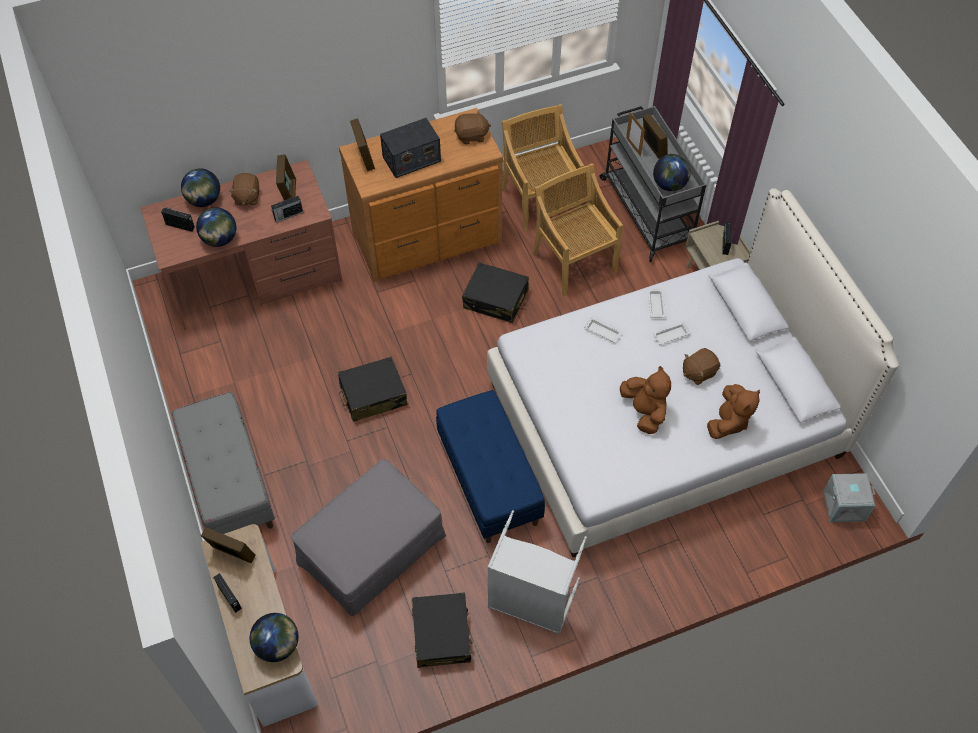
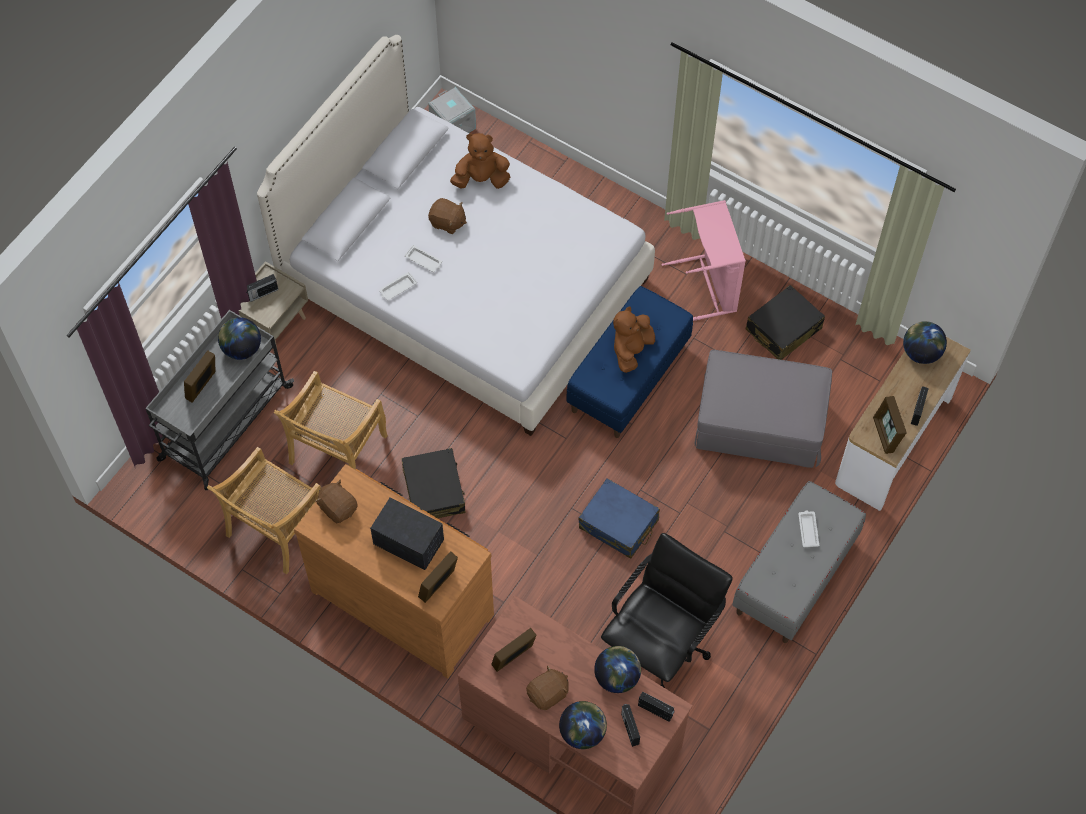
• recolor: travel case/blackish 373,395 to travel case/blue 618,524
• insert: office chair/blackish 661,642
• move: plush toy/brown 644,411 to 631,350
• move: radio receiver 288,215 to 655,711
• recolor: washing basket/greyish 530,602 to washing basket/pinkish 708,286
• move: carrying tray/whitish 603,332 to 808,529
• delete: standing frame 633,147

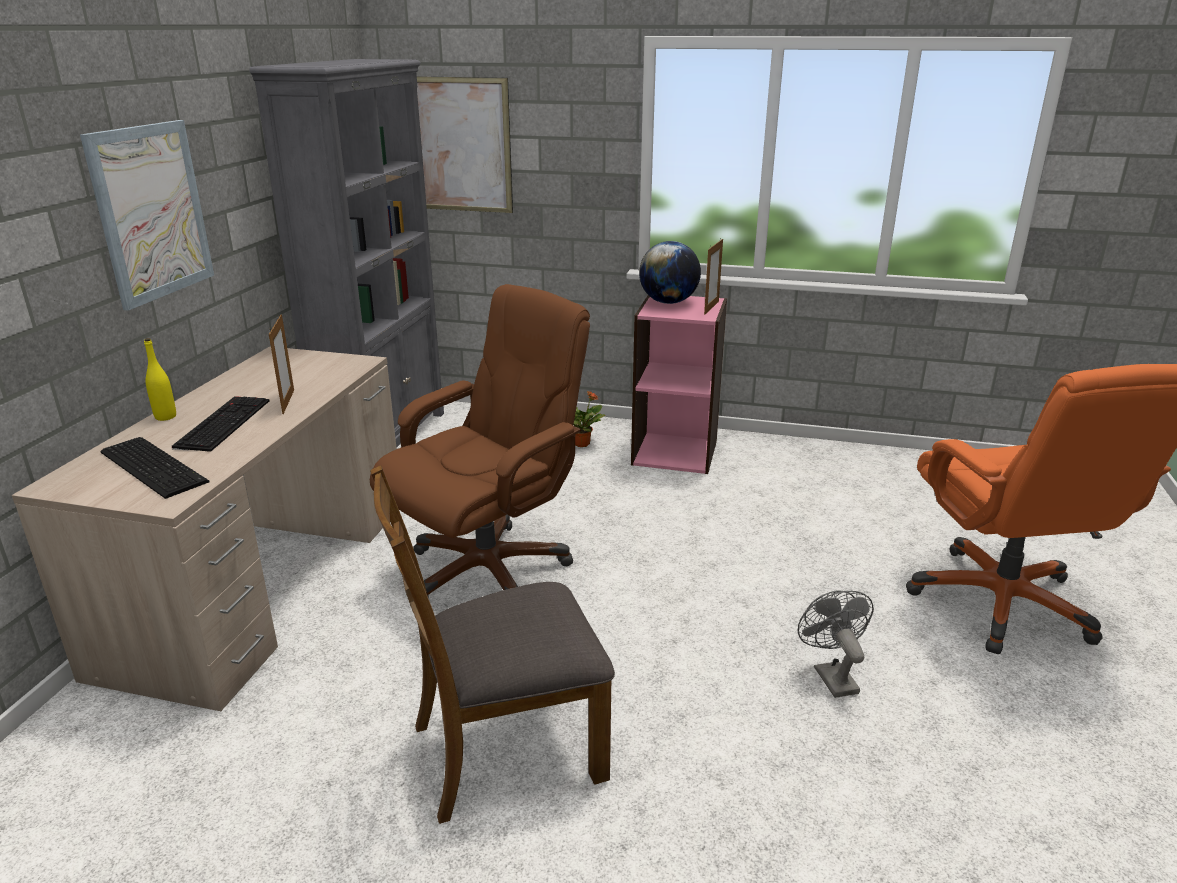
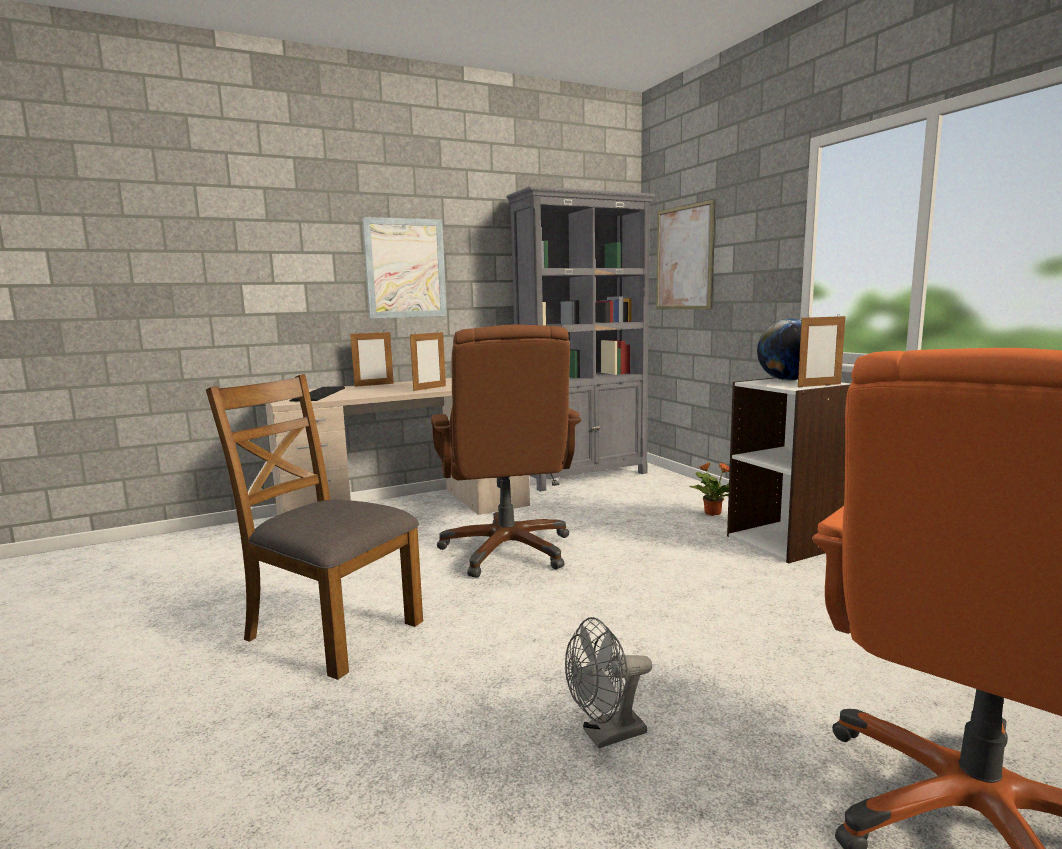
• replace: bottle/yellow 165,417 to standing frame 374,385
• rotate: office chair/brown 488,570 = 507,550 75 degrees clockwise
• rotate: electric fan/greyish 831,675 = 606,735 150 degrees counterclockwise
• recolor: bookcase/pinkish 675,452 to bookcase/whitish 785,541
• delete: keyboard 222,423

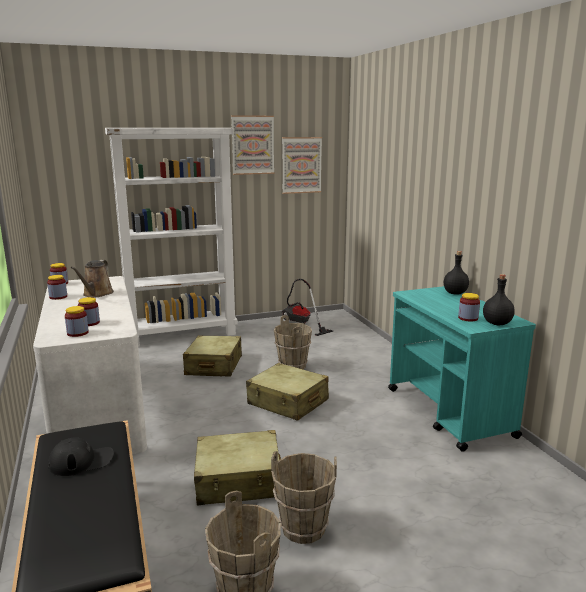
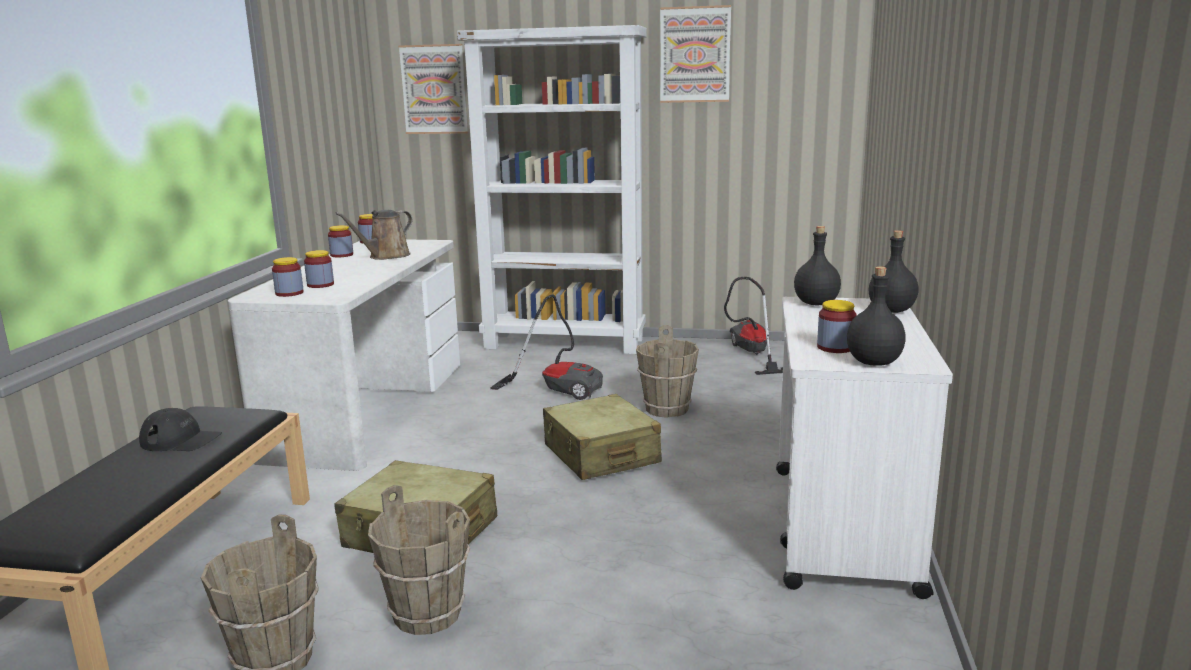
• move: wall picture 301,165 to 434,89
• replace: travel case/beige 214,366 to vacuum cleaner 558,389
• recolor: wheeled cart/turquoise-coloured 449,413 to wheeled cart/whitish 842,528
• insert: bottle/blackish 817,303

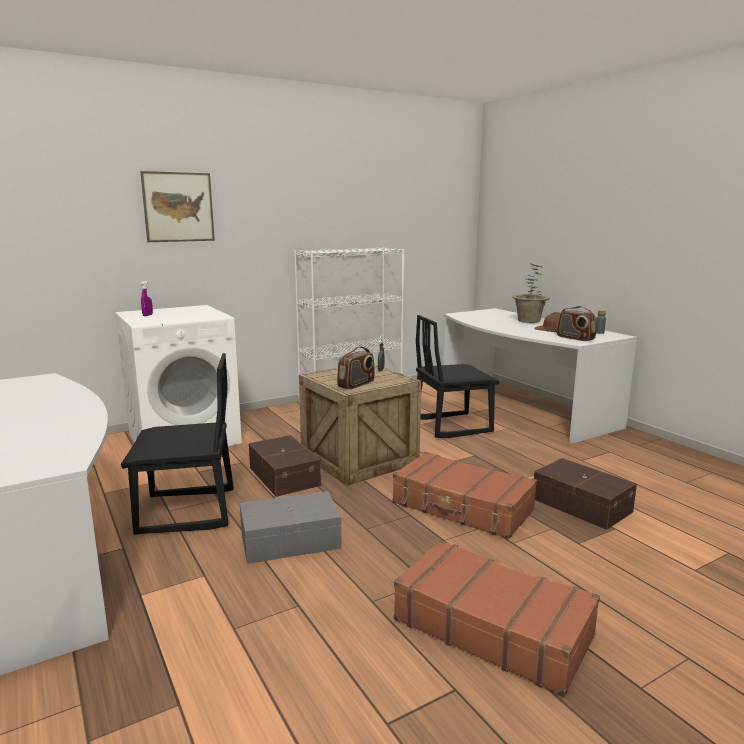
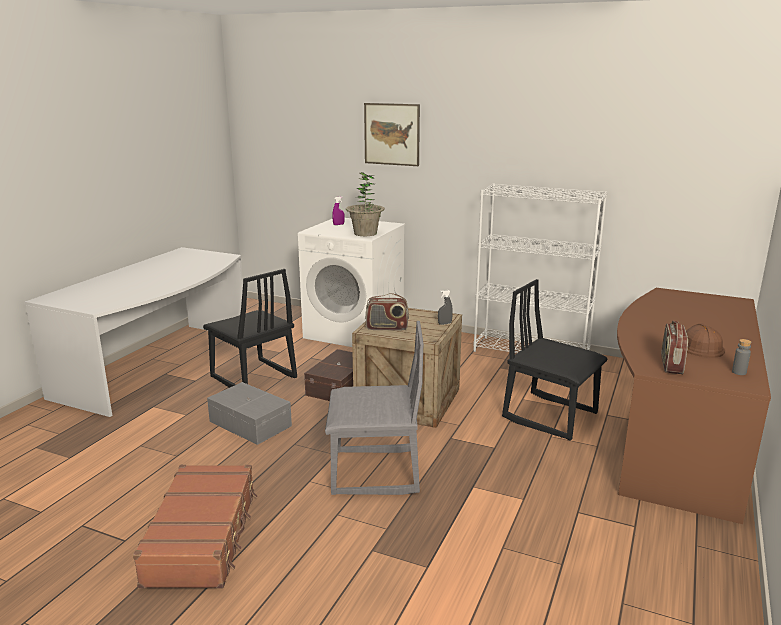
• replace: travel case/brown 462,507 to upright chair/greyish 375,472
• move: houseplant 529,321 to 365,233
• recolor: desk table/whitish 520,408 to desk table/brown 675,437
• delete: storage bin/brown 581,504

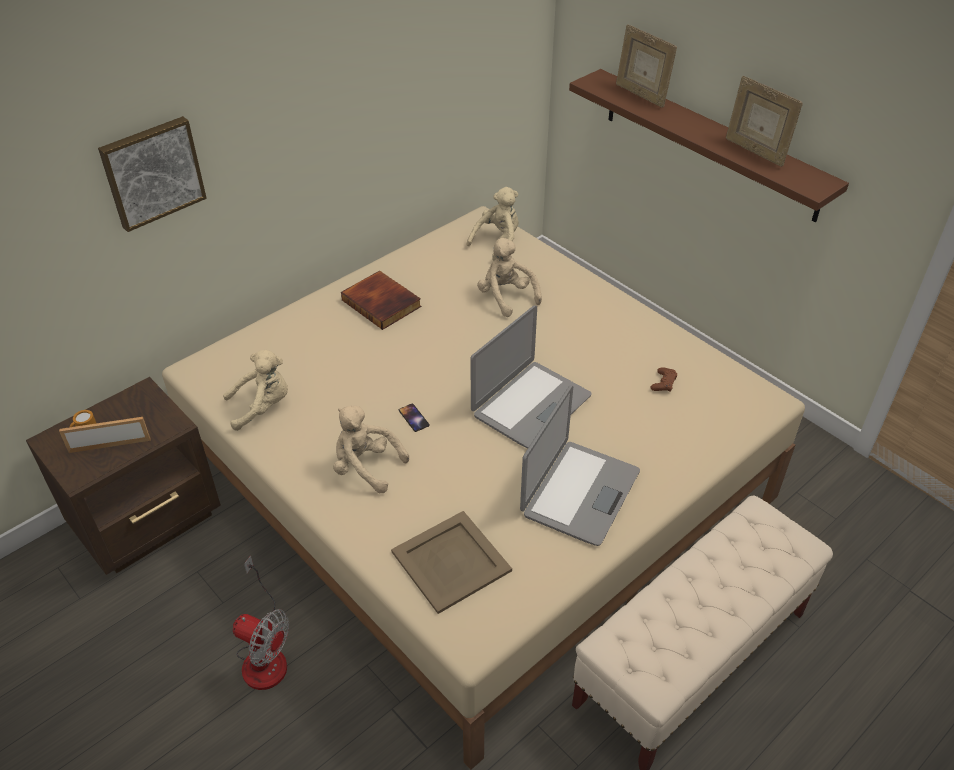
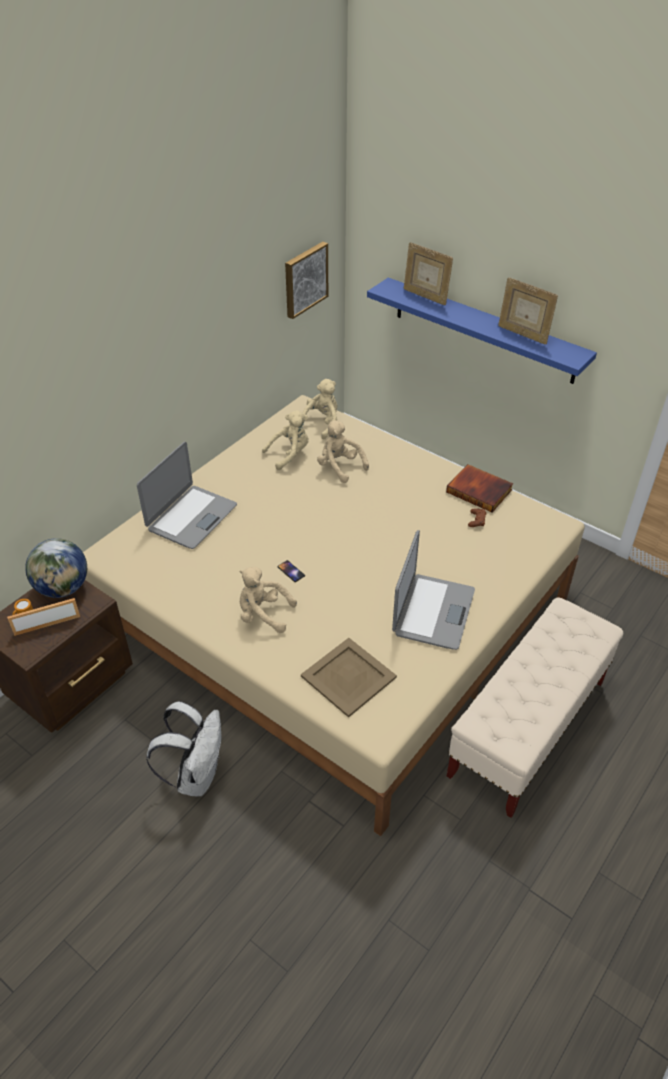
• insert: world globe 63,588
• move: notebook computer 530,405 to 191,517
• replace: electric fan 263,653 to rucksack/whitish 196,775
• move: plush toy/beige 262,407 to 290,454
• move: wall picture 152,172 to 304,279
• recolor: wall shelf/brown 709,144 to wall shelf/blue 483,330
• move: volume 383,303 to 480,490

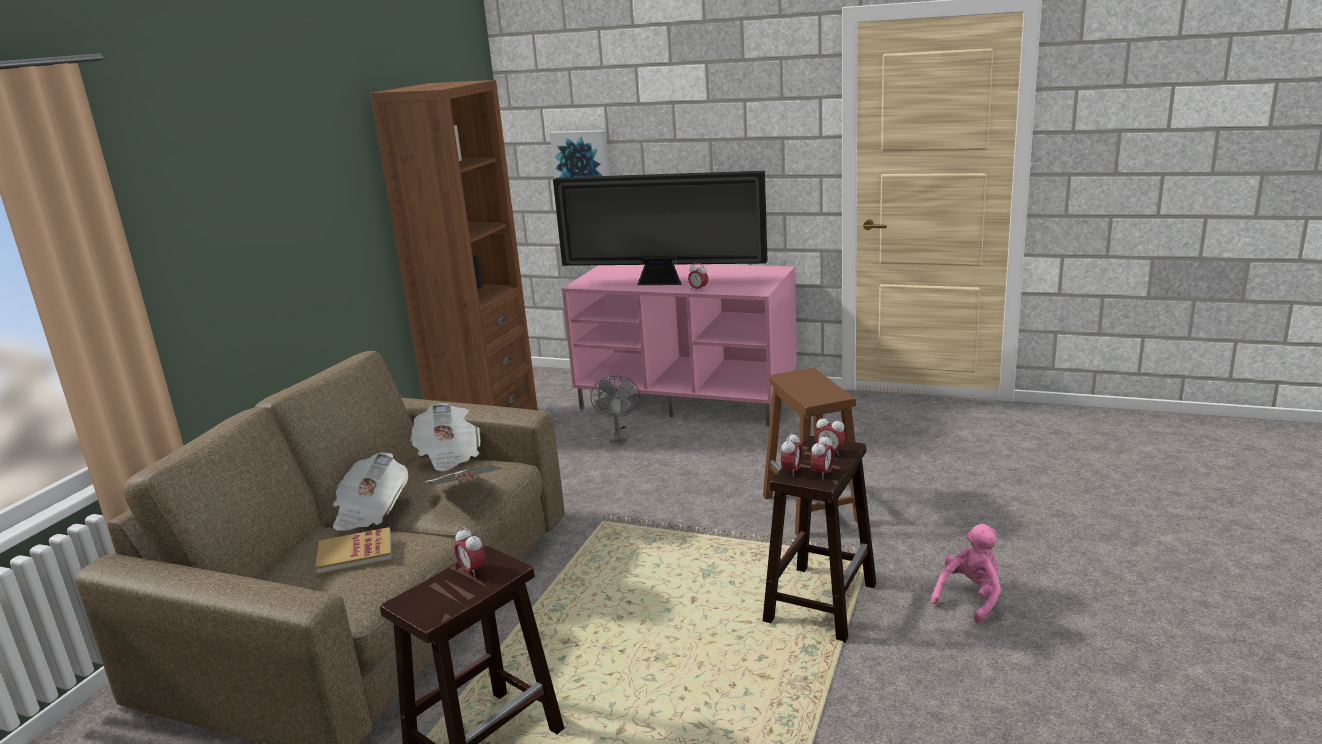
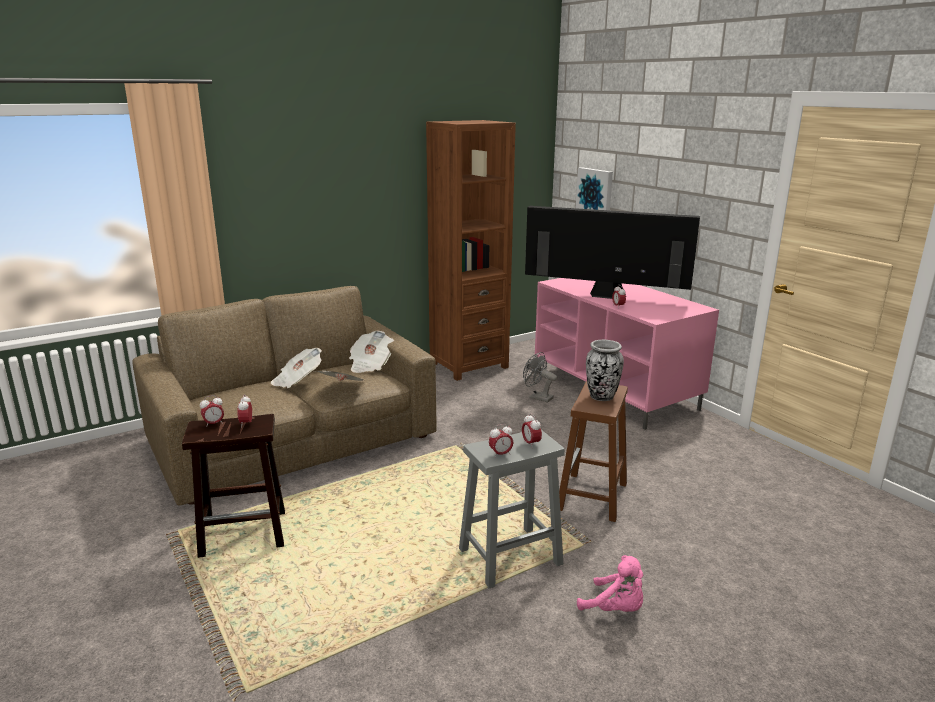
• move: table clock 791,471 to 214,424
• recolor: stool seat/brown 821,601 to stool seat/greyish 511,556
• rotate: electric fan/greyish 618,434 = 537,397 90 degrees counterclockwise
• rotate: TV set 664,283 = 604,296 150 degrees clockwise
• rotate: plush toy/pinkish 971,598 = 615,609 45 degrees clockwise
• insert: flower vase 601,397
• delete: volume 355,554

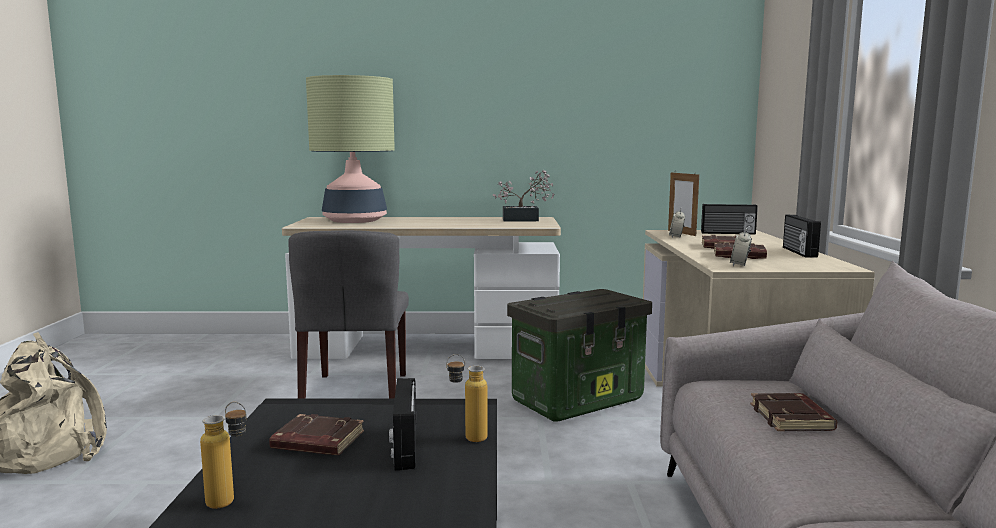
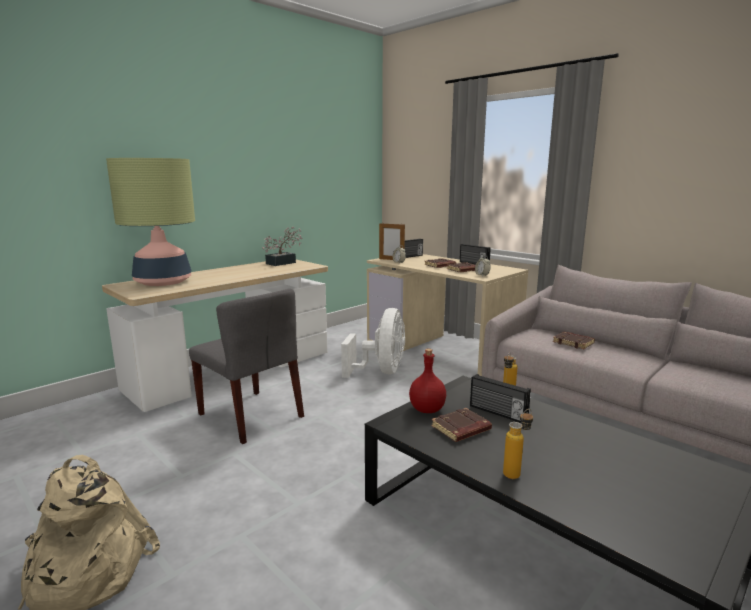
• replace: storage bin 578,400 to electric fan/whitish 381,371
• insert: bottle/red 426,409

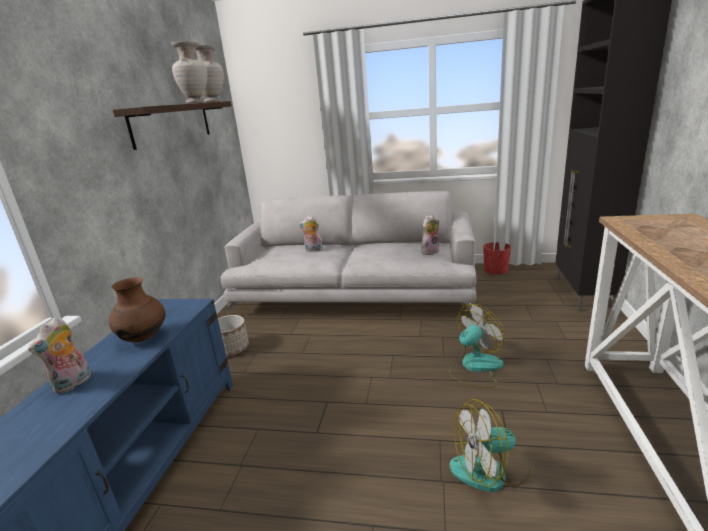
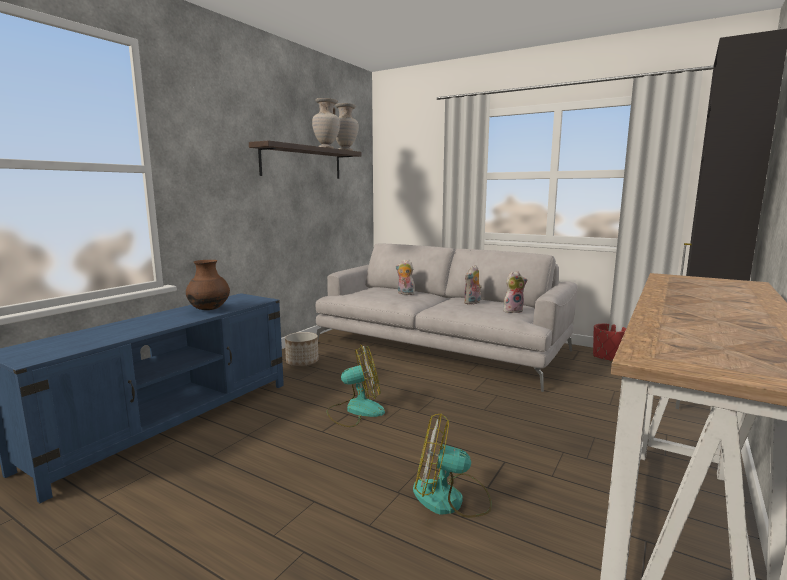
• move: electric fan 475,367 to 355,410
• move: plush toy 73,384 to 472,303

